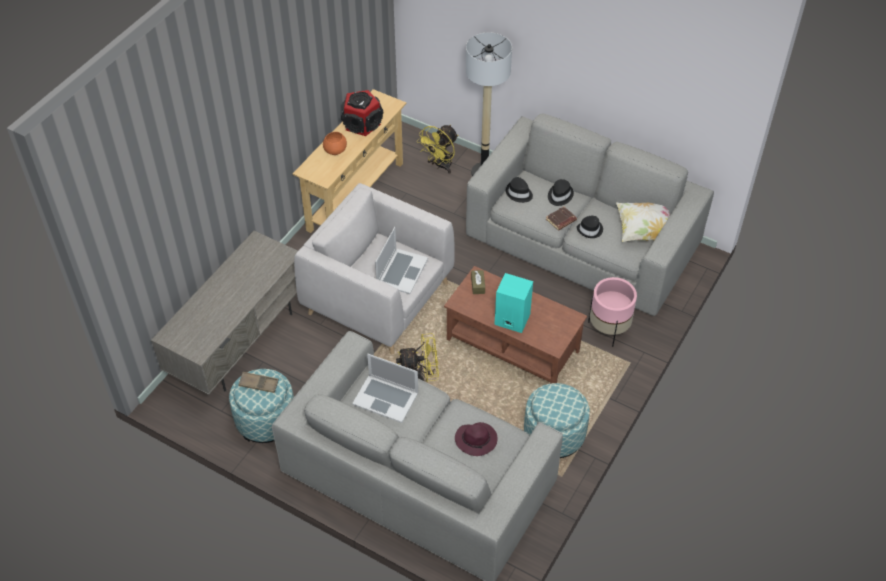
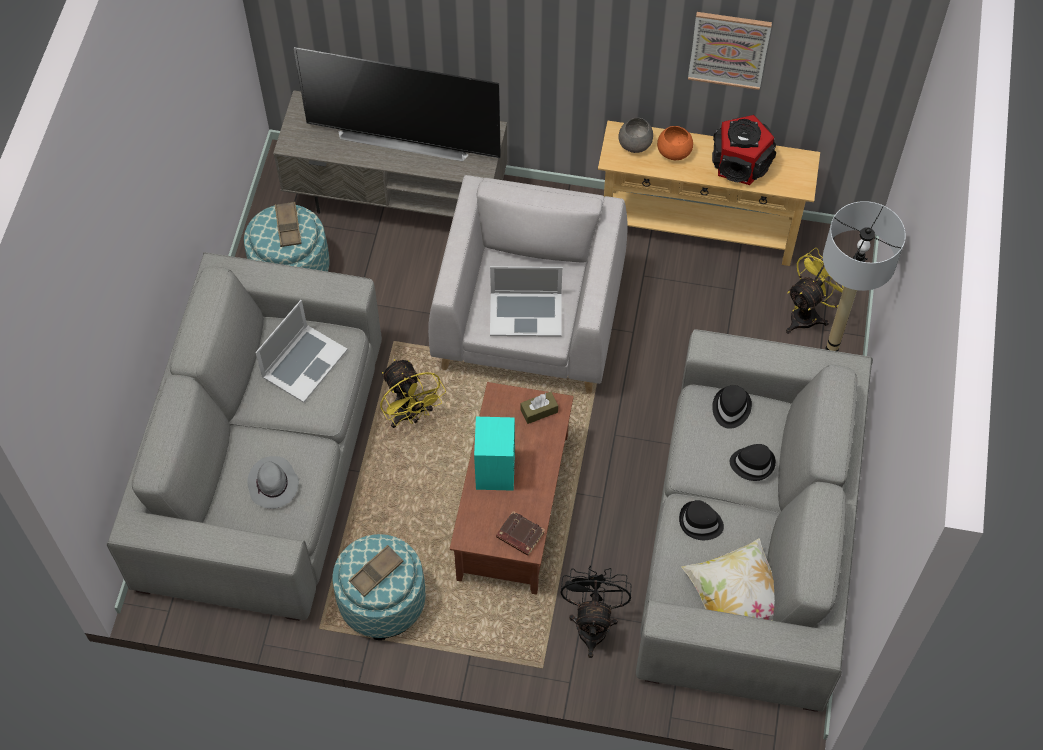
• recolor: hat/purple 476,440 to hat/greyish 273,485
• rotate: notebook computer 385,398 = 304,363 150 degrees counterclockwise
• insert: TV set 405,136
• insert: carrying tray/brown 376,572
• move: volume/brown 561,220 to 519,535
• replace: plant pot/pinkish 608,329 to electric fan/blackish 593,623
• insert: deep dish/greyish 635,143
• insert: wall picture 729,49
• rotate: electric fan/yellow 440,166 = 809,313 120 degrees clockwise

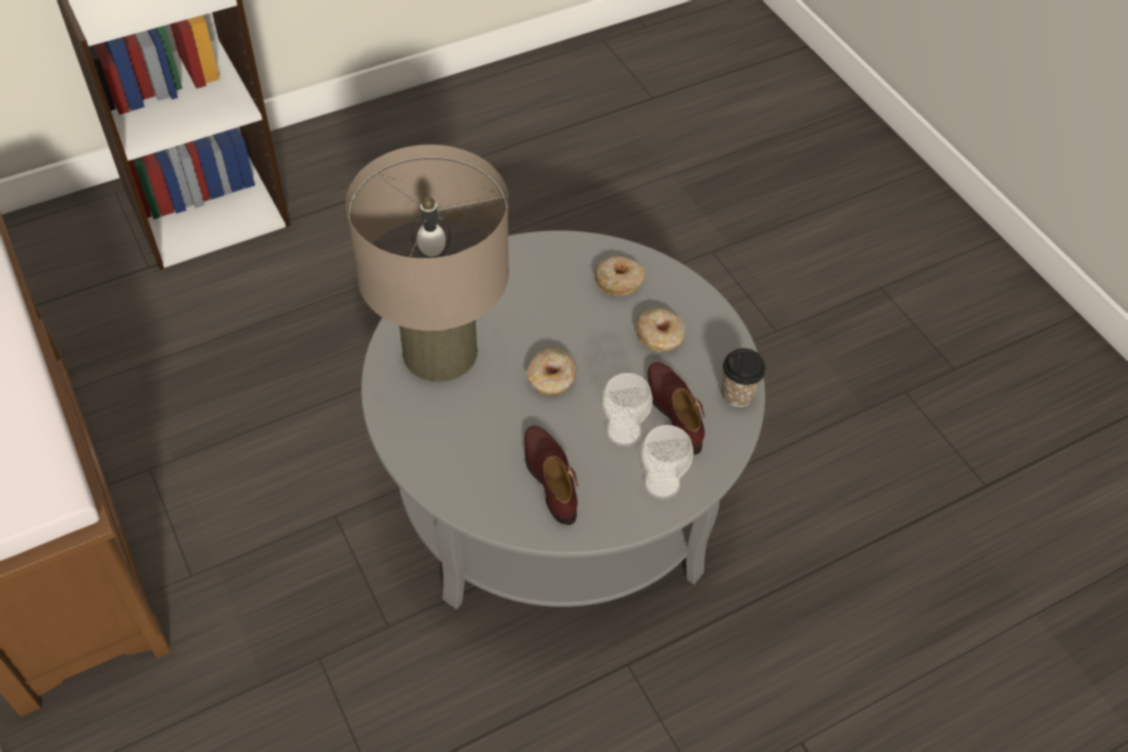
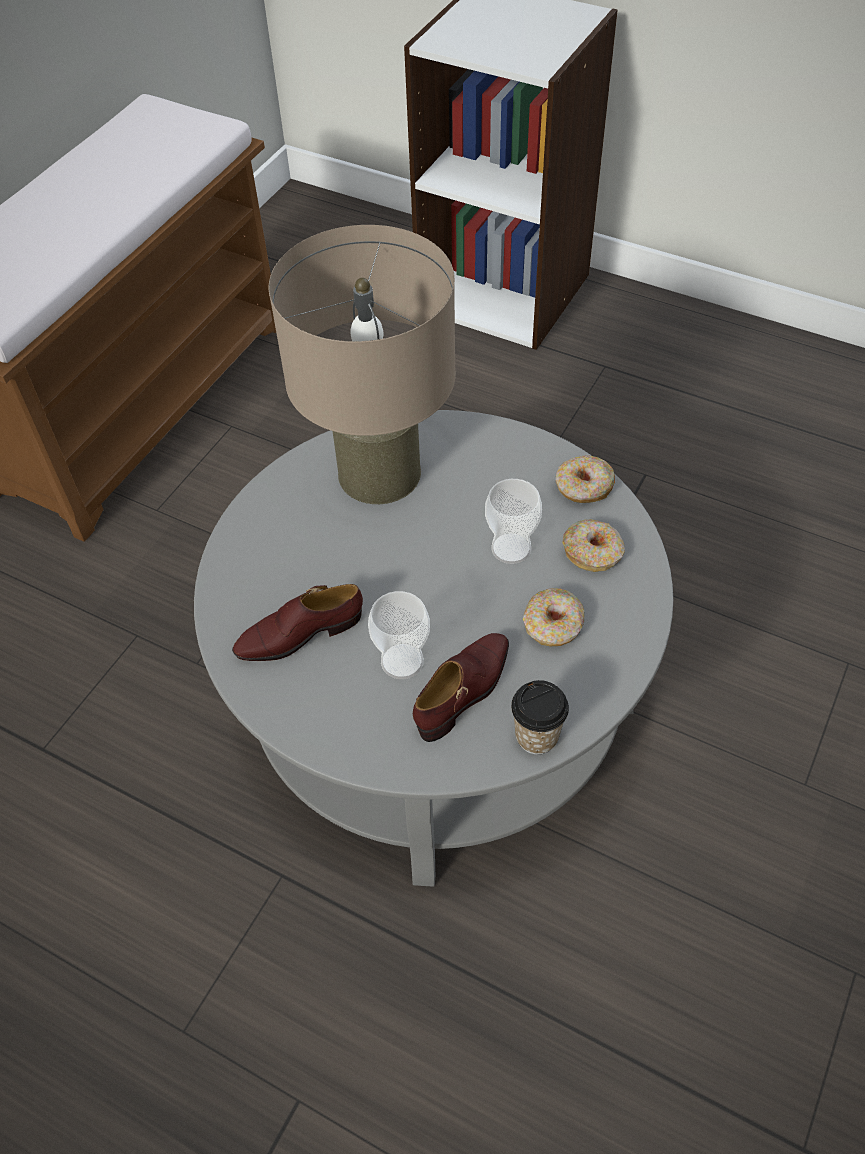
• rotate: shoe/brown 550,478 = 299,634 150 degrees counterclockwise
• move: cup 661,483 to 511,548
• move: doughnut 551,378 to 583,487

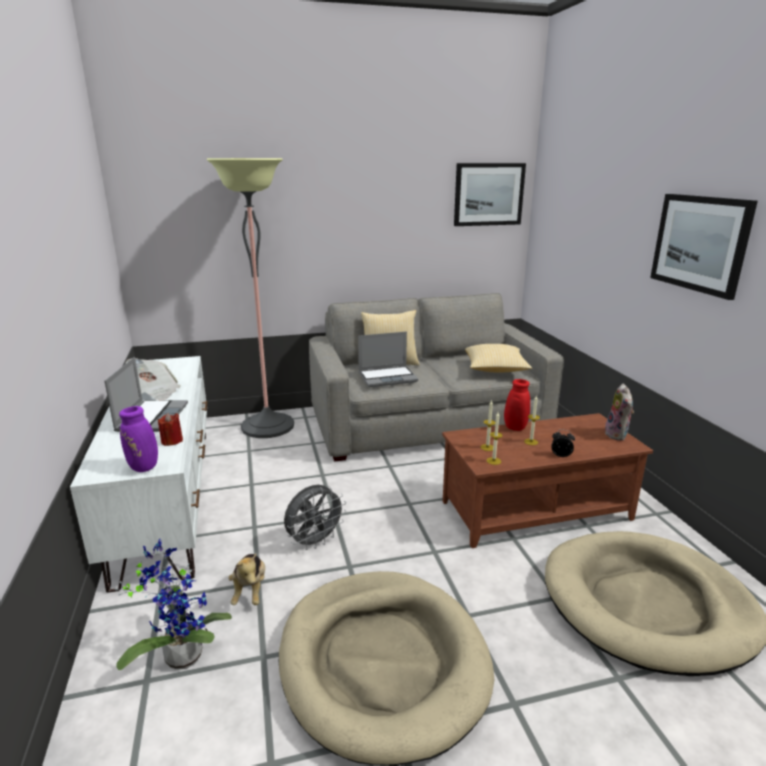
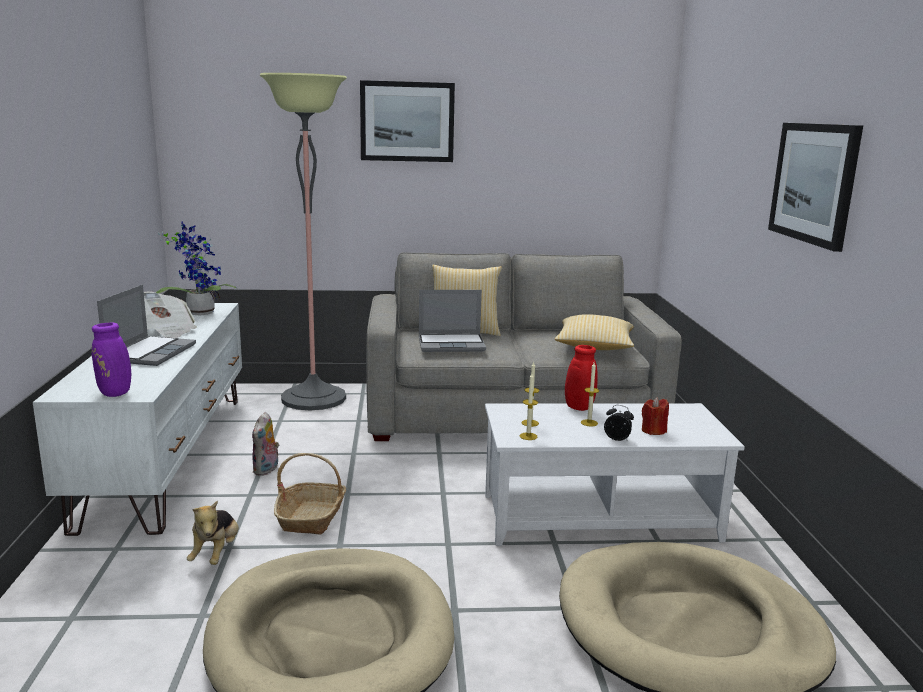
• move: houseplant 181,654 to 199,312
• move: plush toy 618,435 to 266,470
• replace: electric fan/greyish 315,541 to storage basket 312,517
• move: wall picture 488,194 to 407,121
• recolor: lounge table/brown 535,509 to lounge table/whitish 599,516
• move: wax light/red 172,441 to 653,431

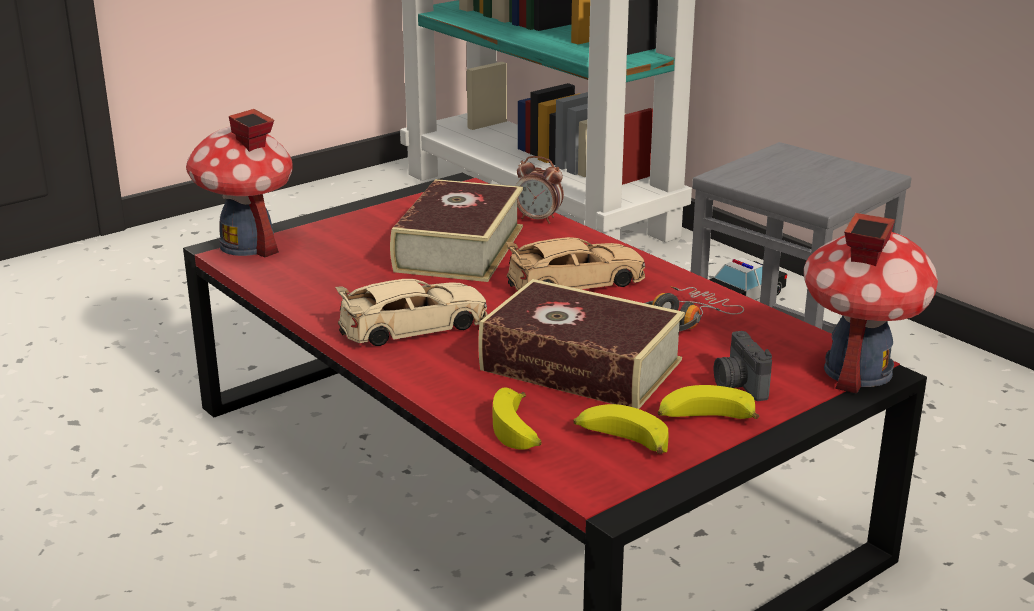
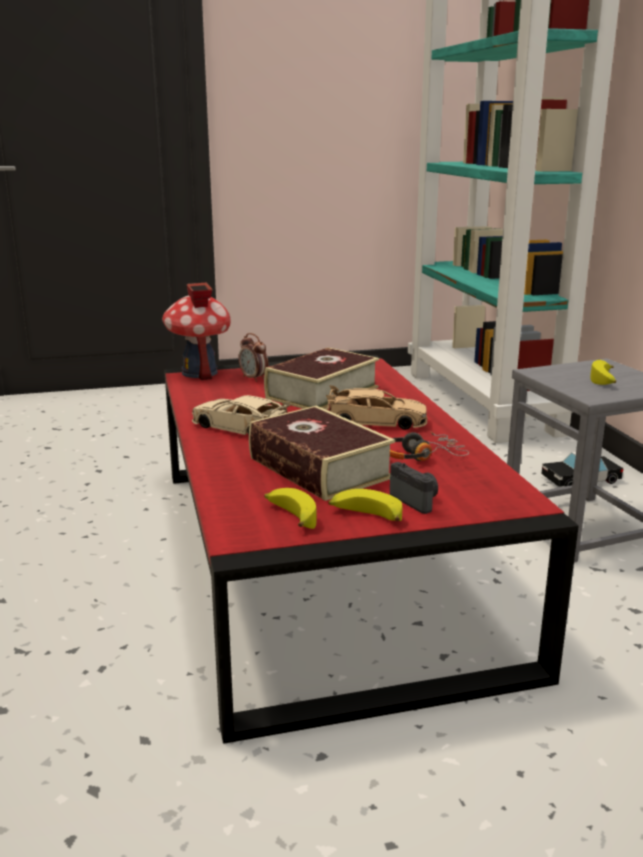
• rotate: model car/beige 413,326 = 240,428 150 degrees counterclockwise
• move: table clock 538,219 to 254,378
• rotate: photo camera 738,385 = 416,500 135 degrees clockwise
• move: banana fruit 518,431 to 604,380
• delete: toy house 857,370

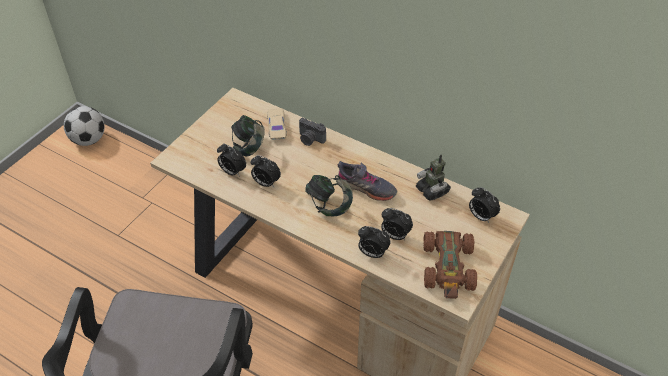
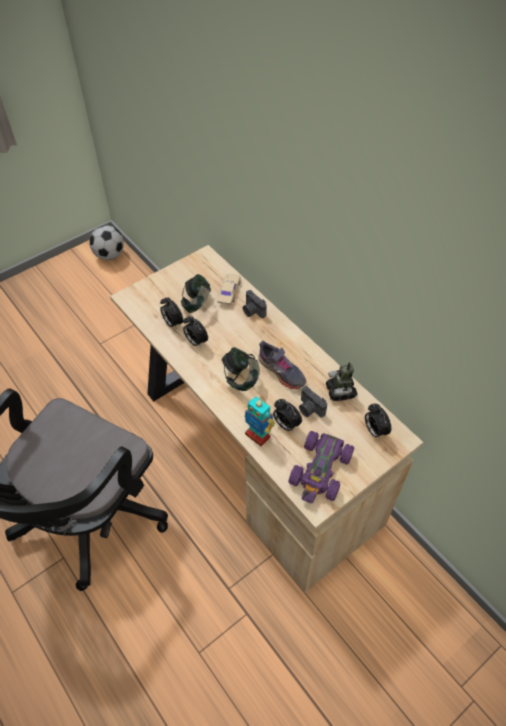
• replace: table clock 372,253 to robot figure 258,435
• recolor: model car/brown 448,268 to model car/purple 320,471
• insert: photo camera 309,409

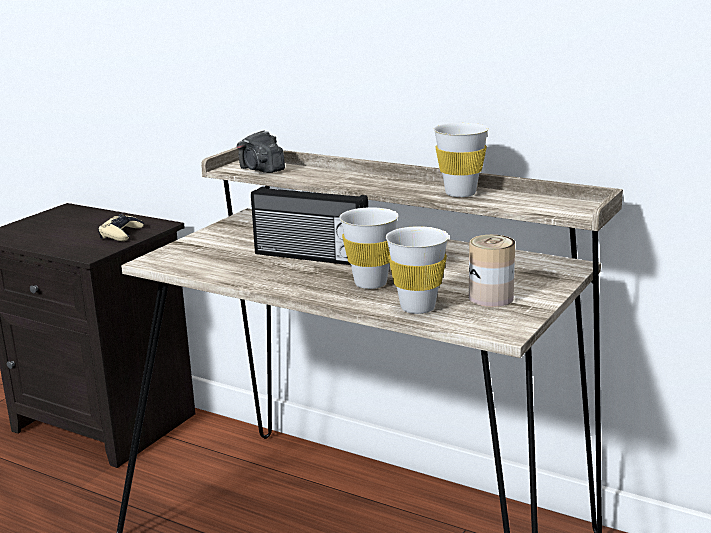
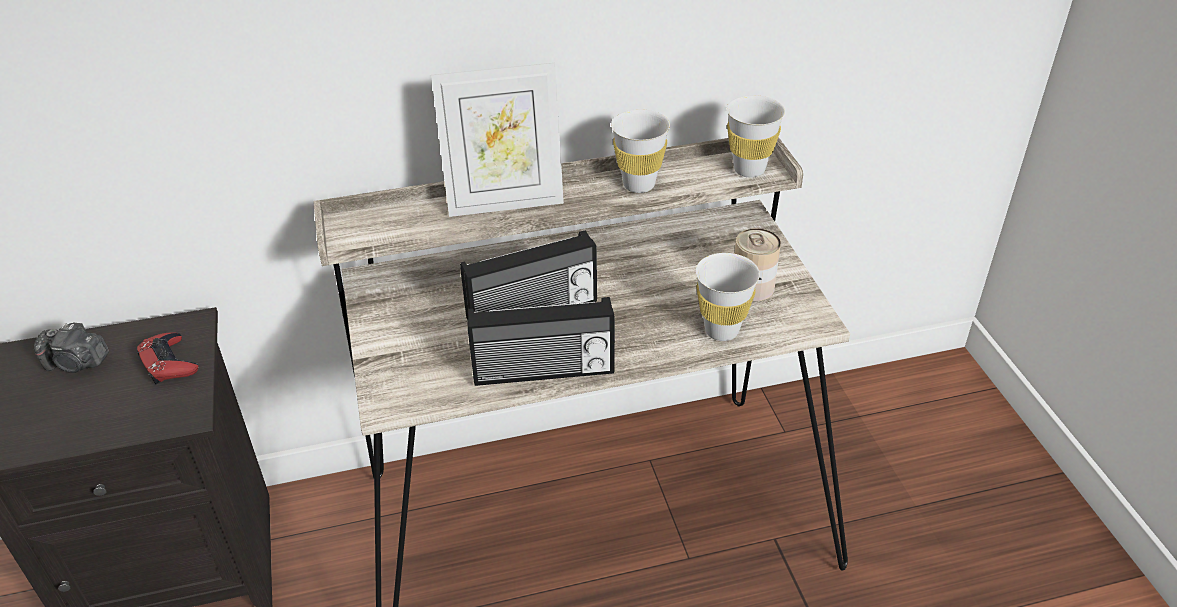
• move: photo camera 261,170 to 77,363
• recolor: joypad/beige 121,234 to joypad/red 169,363
• insert: standing frame 505,203
• insert: radio receiver 543,372
• move: cup/whitish 370,283 to 749,169

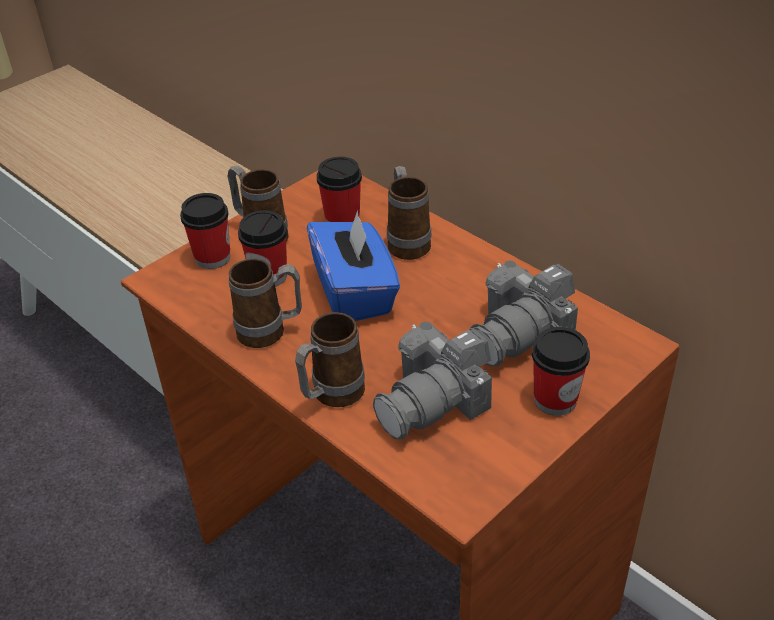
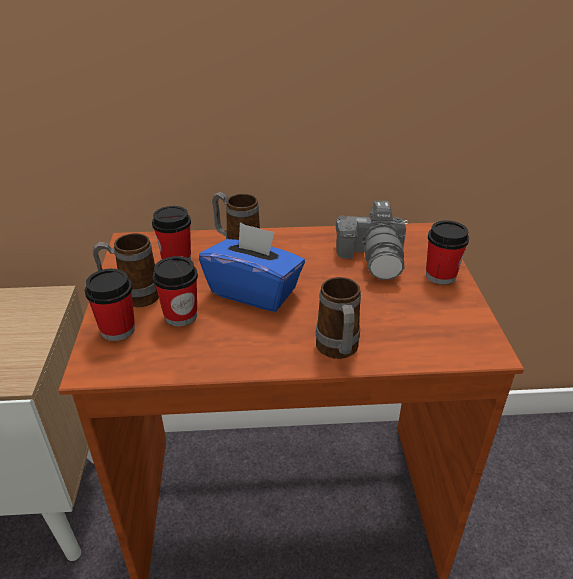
• delete: tea mug 271,332
• delete: photo camera 434,401

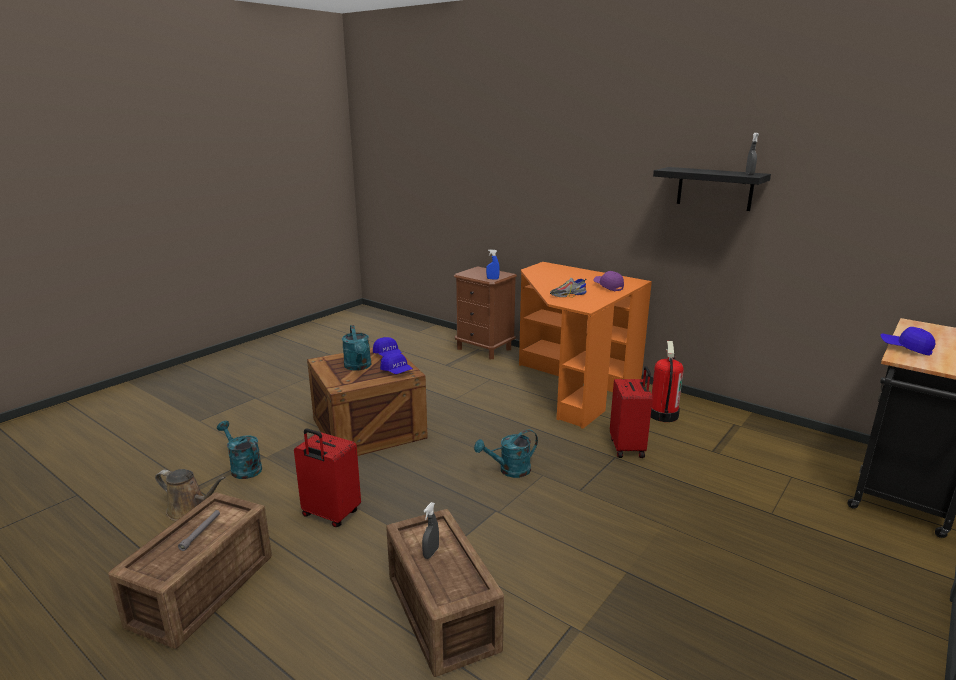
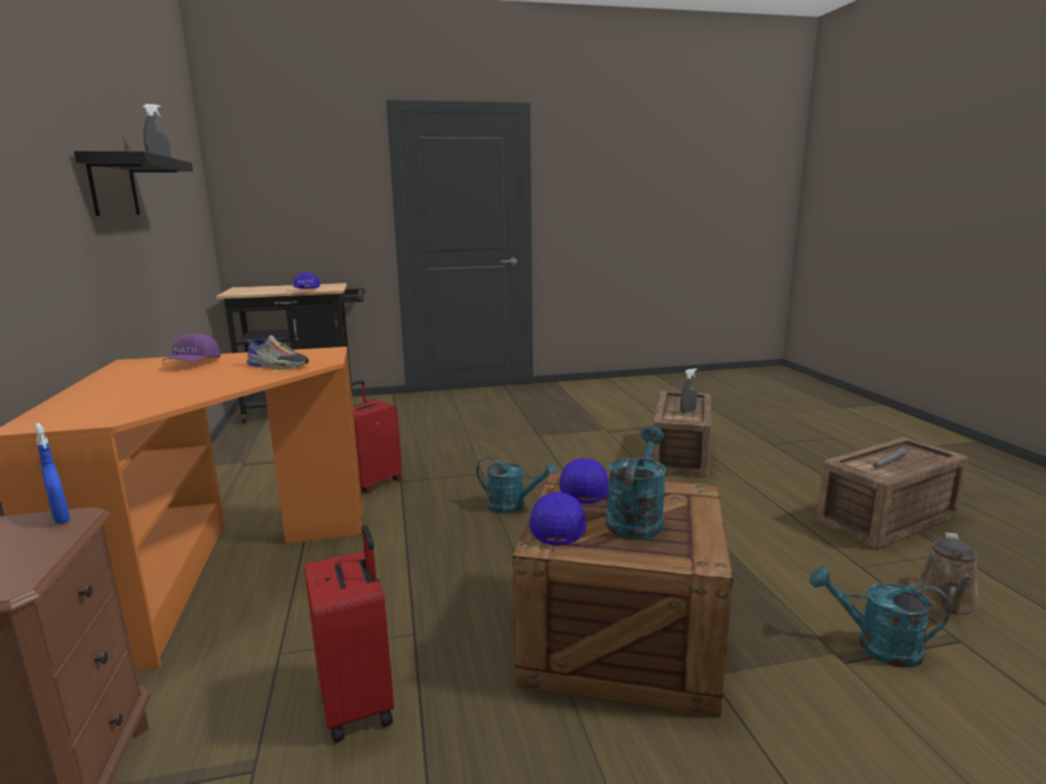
• move: travel case/red 330,515 to 359,703
• rotate: watering can/turquoise-coloured 243,468 = 876,646 120 degrees clockwise
• rotate: watering can/brown 190,509 = 946,604 120 degrees counterclockwise
• delete: fire-fighting cylinder 662,414

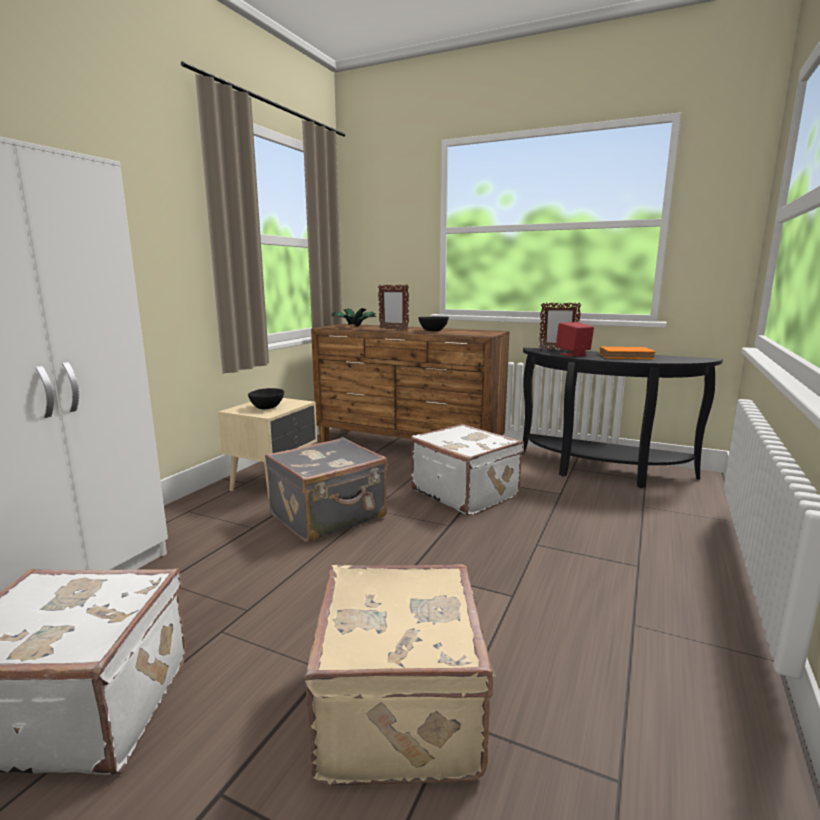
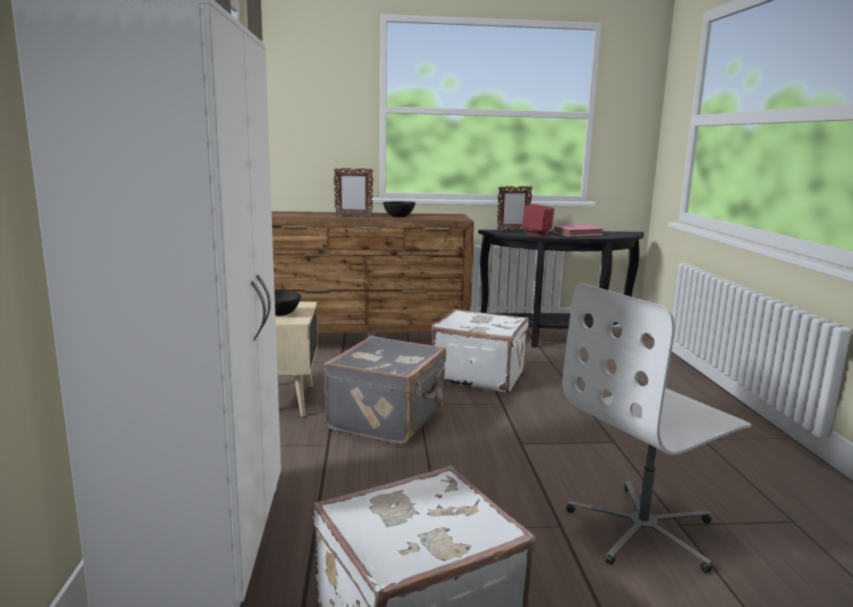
• recolor: volume/orangey 627,356 to volume/pinkish 579,233
• replace: travel case/beige 403,710 to office chair/whitish 644,530
• delete: houseplant 353,327

